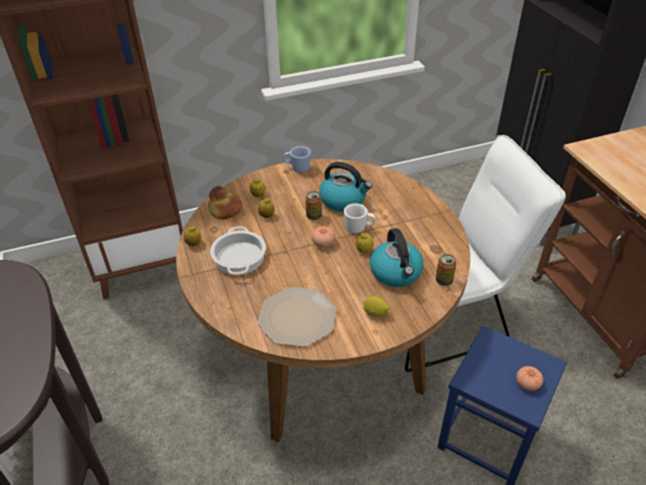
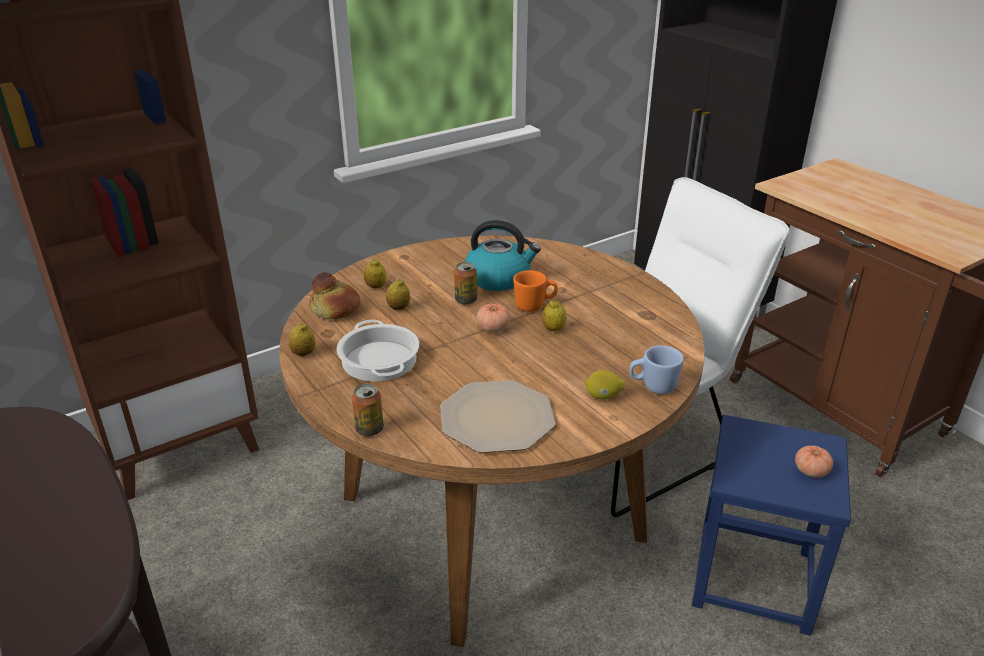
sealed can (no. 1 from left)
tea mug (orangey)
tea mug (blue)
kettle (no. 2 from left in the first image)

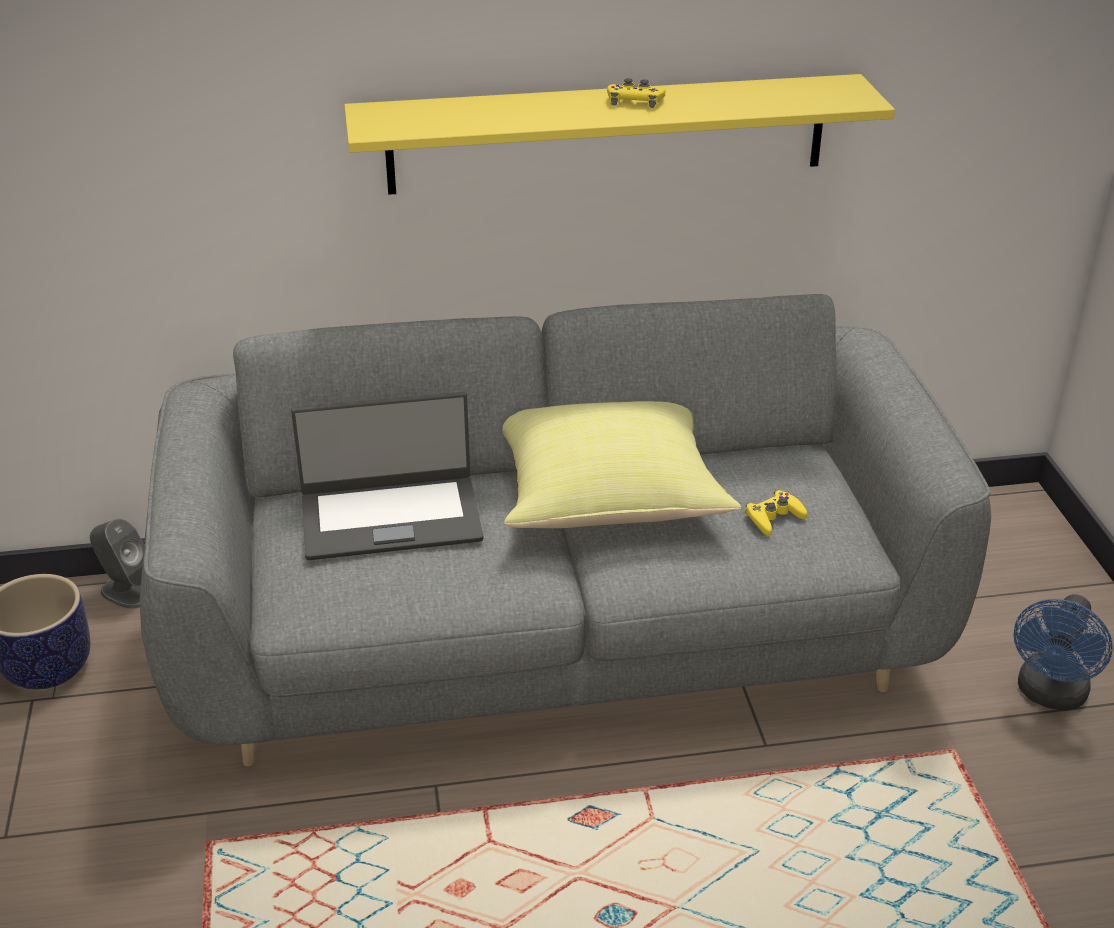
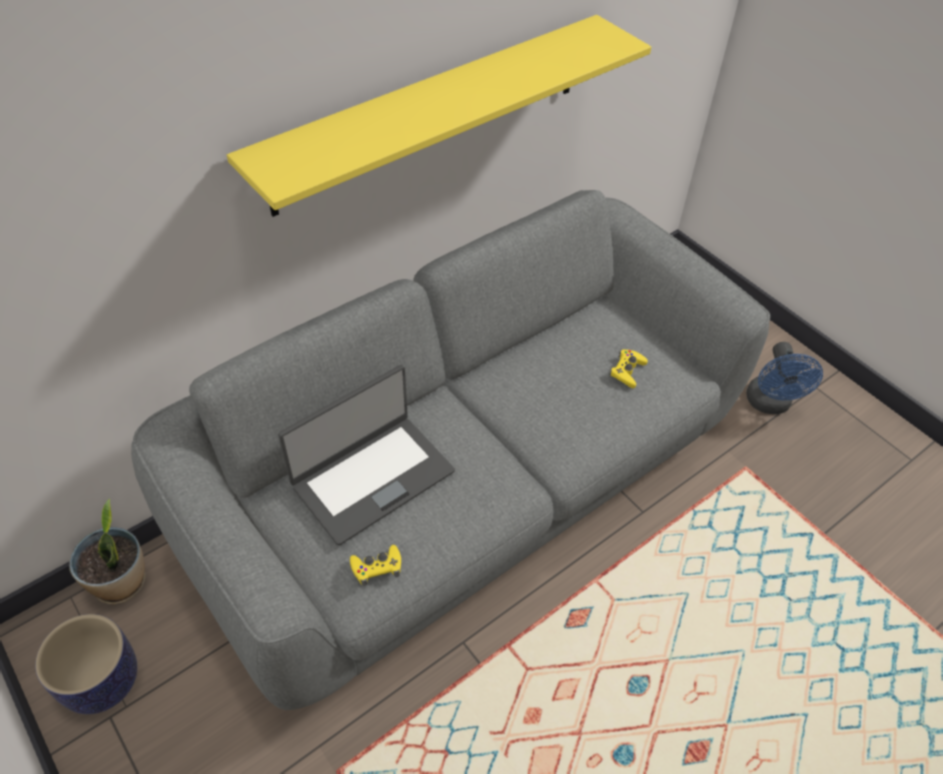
plant in a pot
gamepad (yellow) (no. 1 from left)
pillow (yellow)

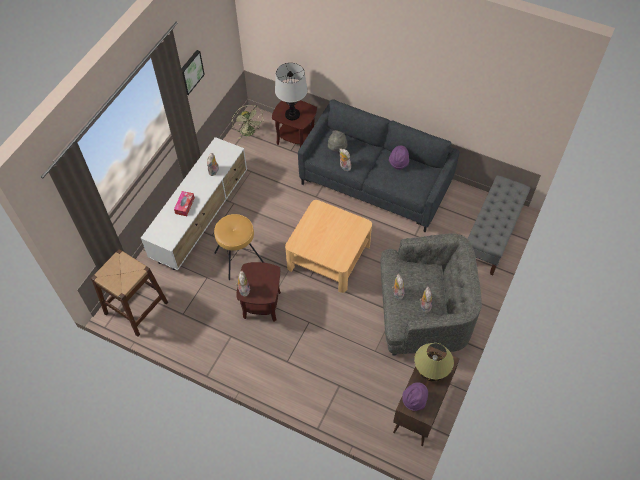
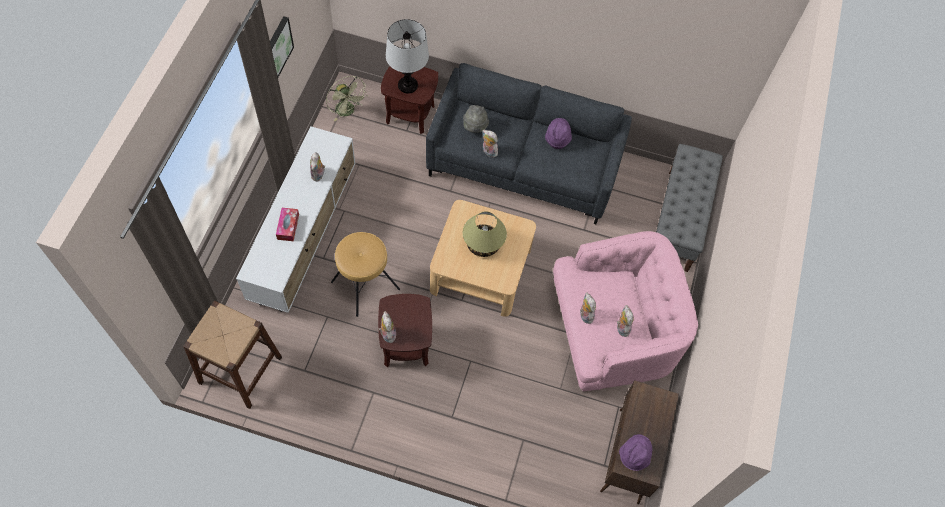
table lamp (no. 2 from left)
armchair (pinkish)

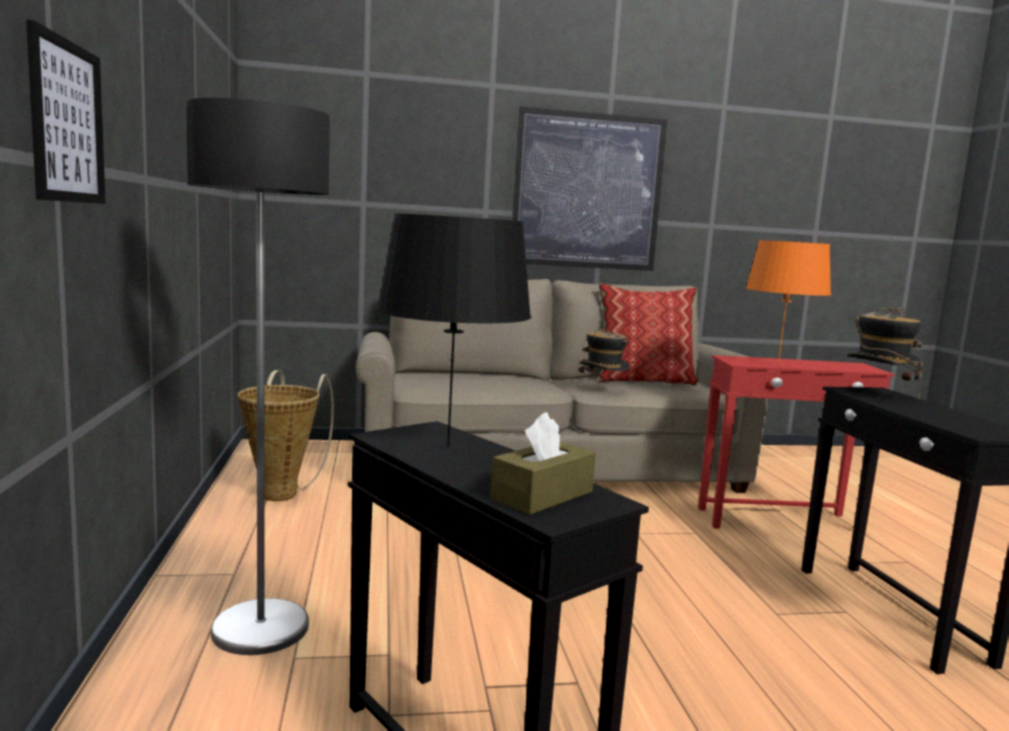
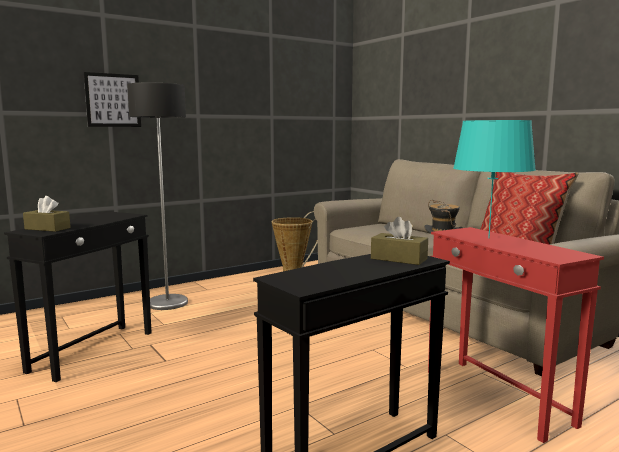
tissue box (brown) (no. 2 from left)
table lamp (turquoise)
table lamp (black-coloured)
wall picture (no. 2 from left in the first image)

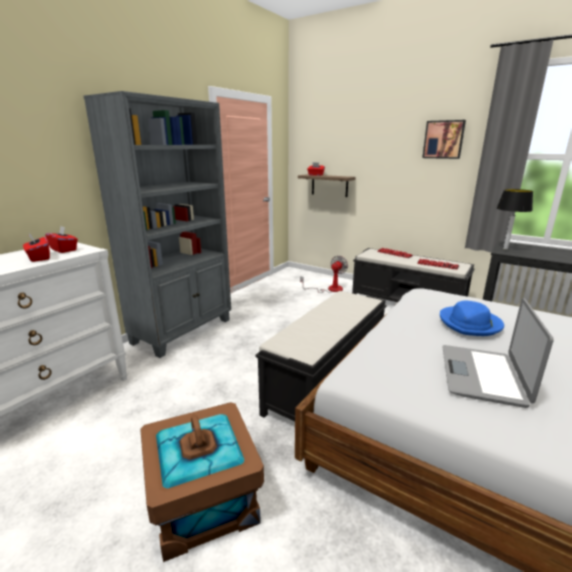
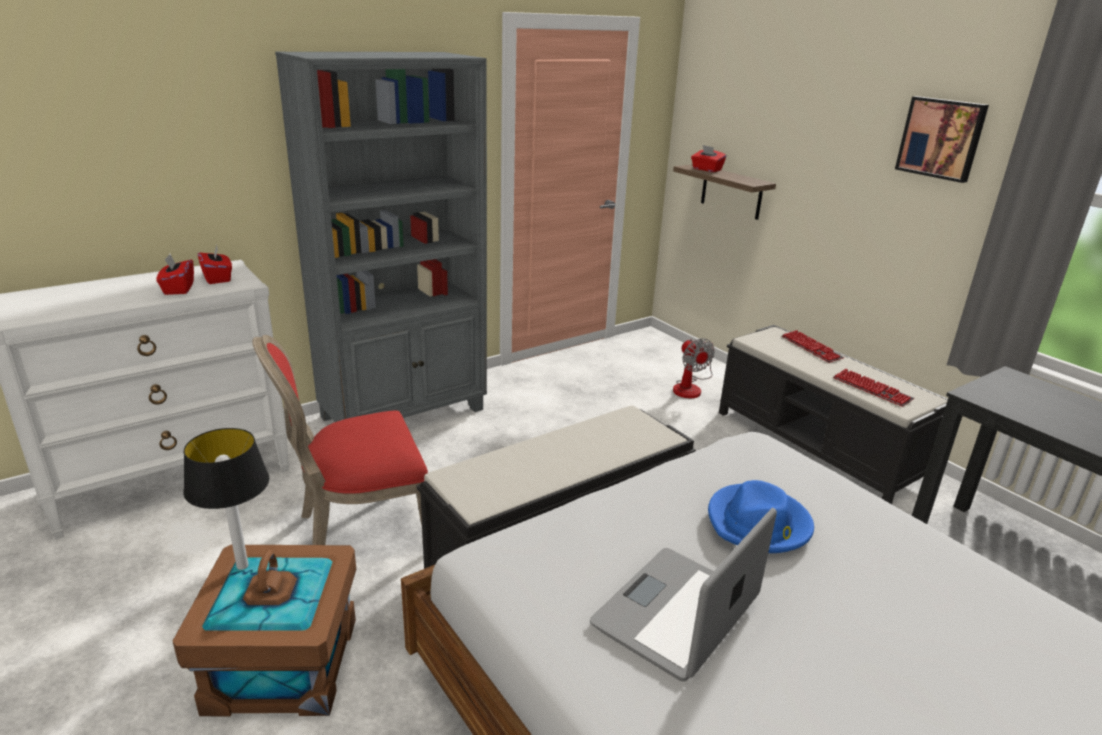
table lamp
chair (red-coloured)
fan

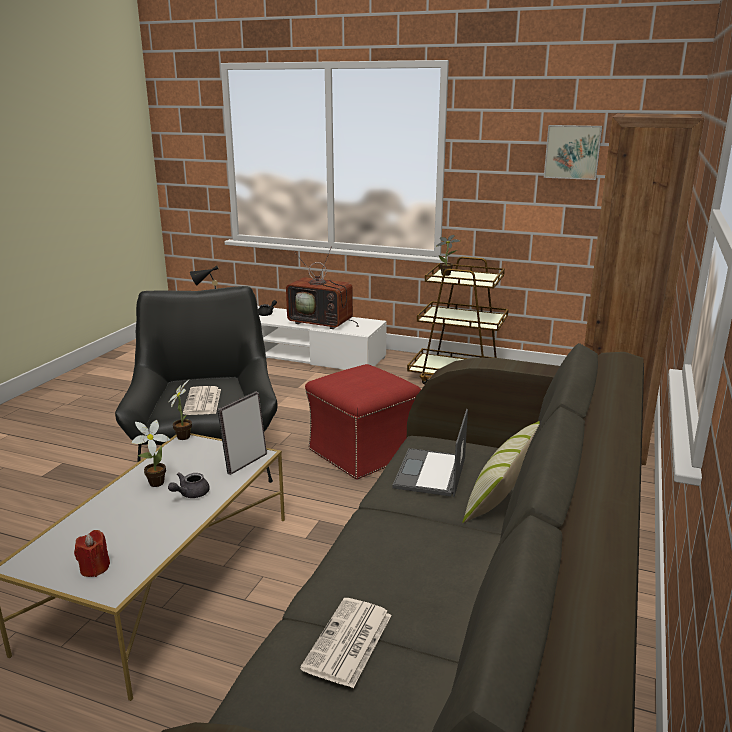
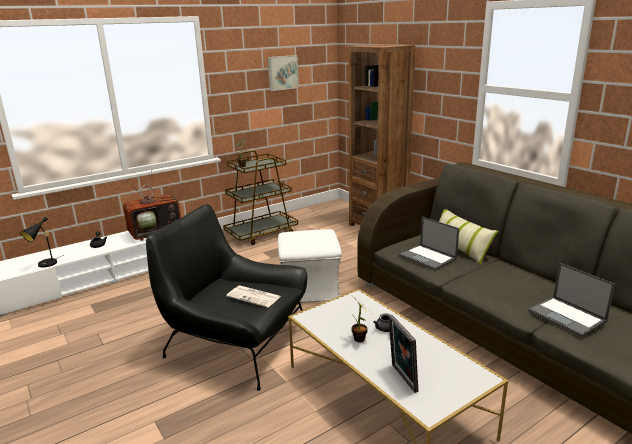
footrest (white-coloured)
picture frame
notebook computer (no. 2 from left)
wax candle (red-coloured)
plant in a pot (no. 2 from left in the first image)

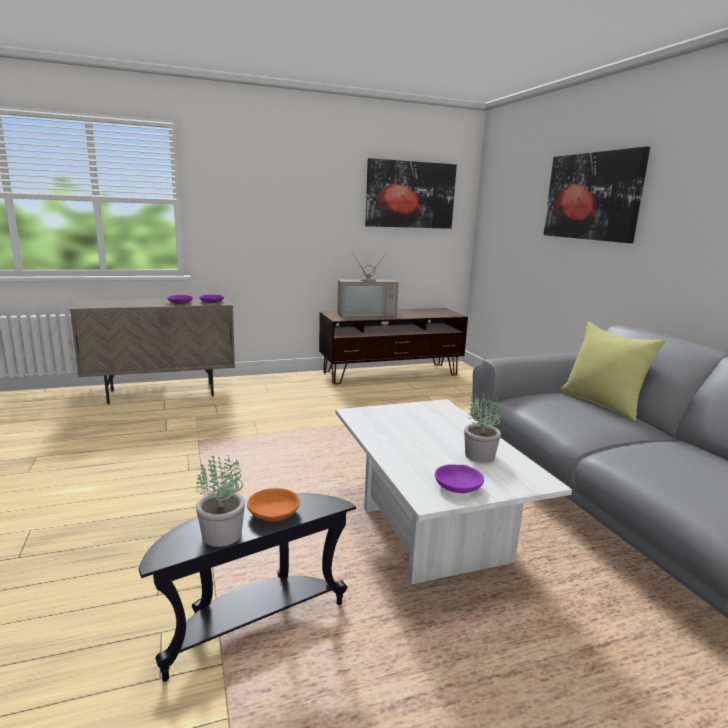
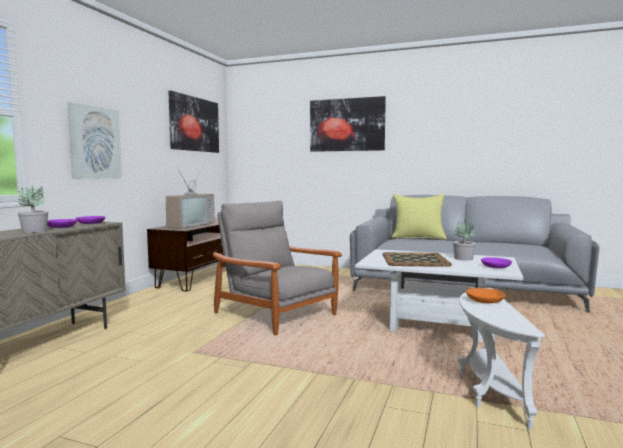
plant in a pot (no. 1 from left)
wall picture (no. 1 from left)
armchair (grey)
serving tray
accent table (white-coloured)

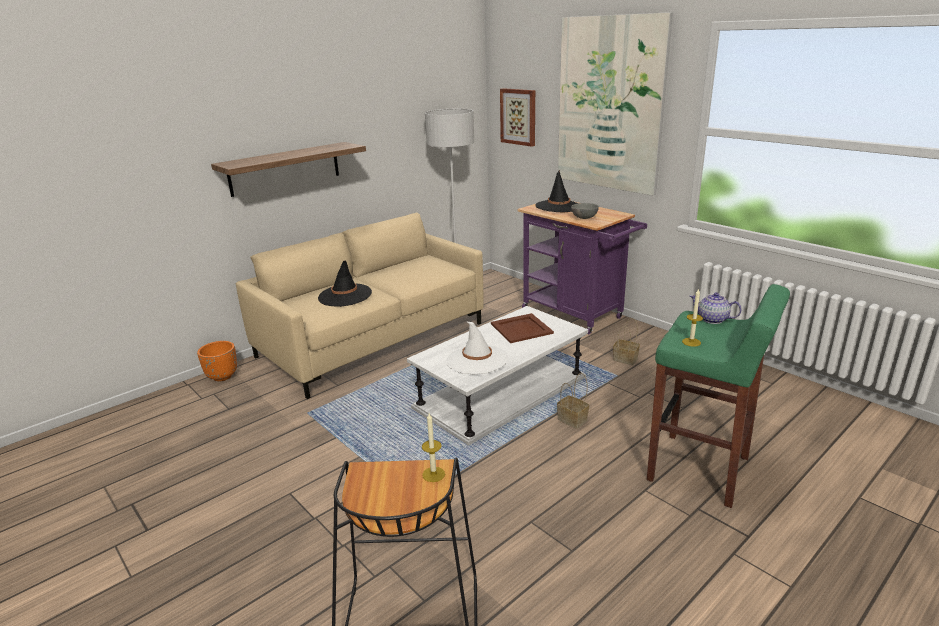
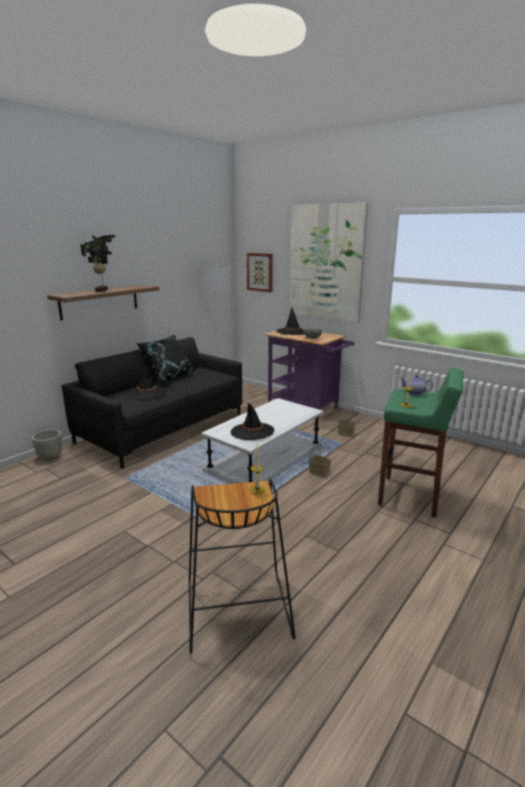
plant pot (grey)
couch (black-coloured)
plant in a pot
pillow (black-coloured)
clothing hat (black-coloured) (no. 2 from left)
serving tray (brown)

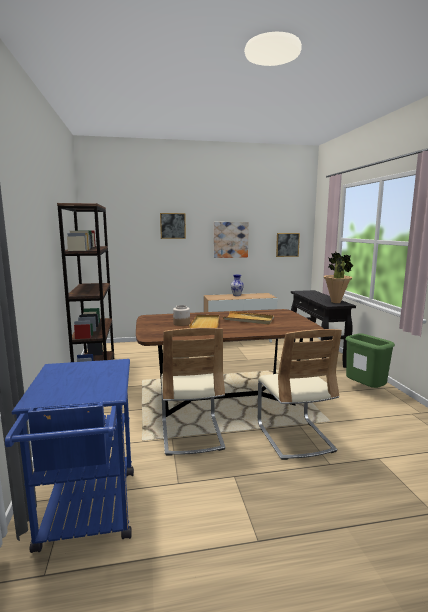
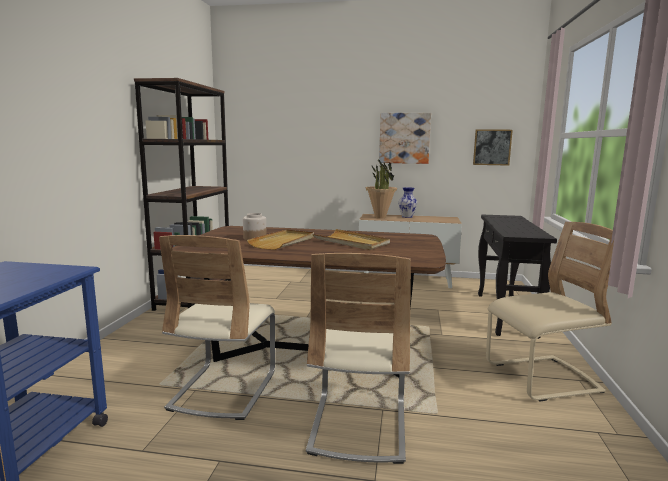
plant in a pot
chair (sand-coloured) (no. 3 from left)
wall picture (no. 1 from left in the first image)

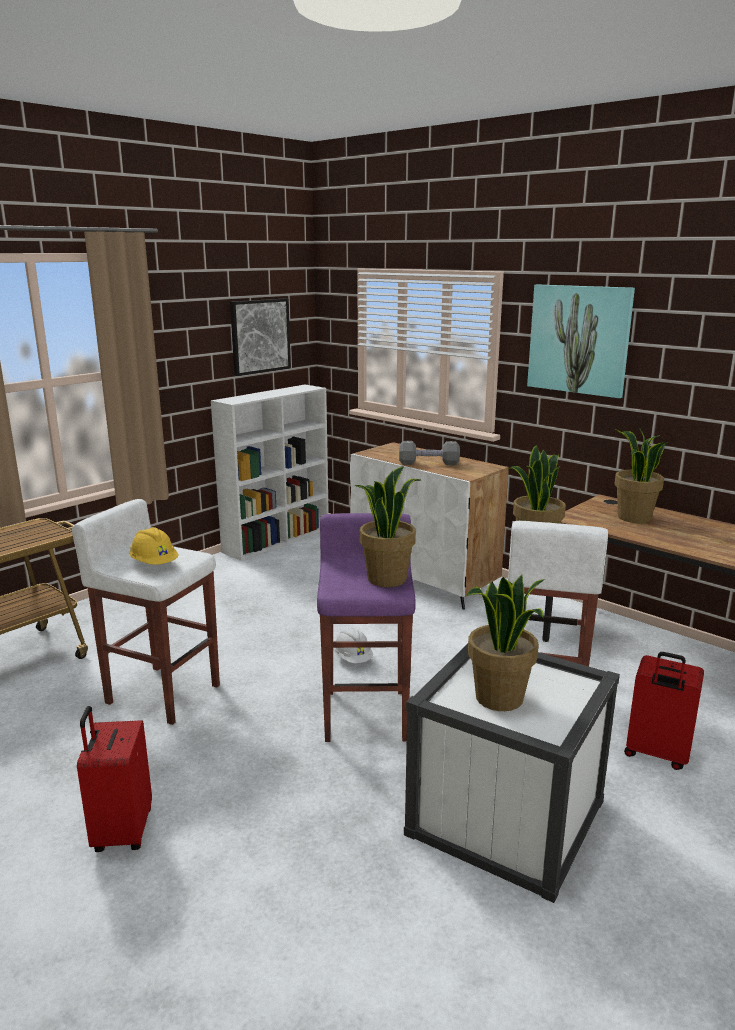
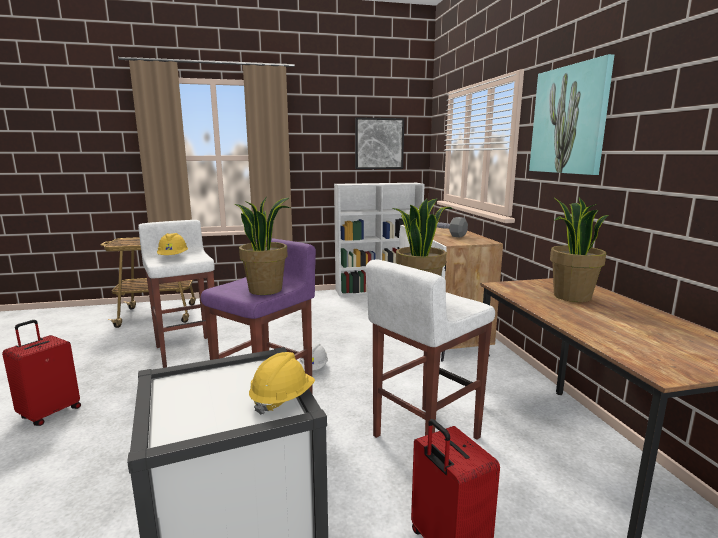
safety helmet (yellow) (no. 2 from left)
plant in a pot (no. 2 from left in the first image)

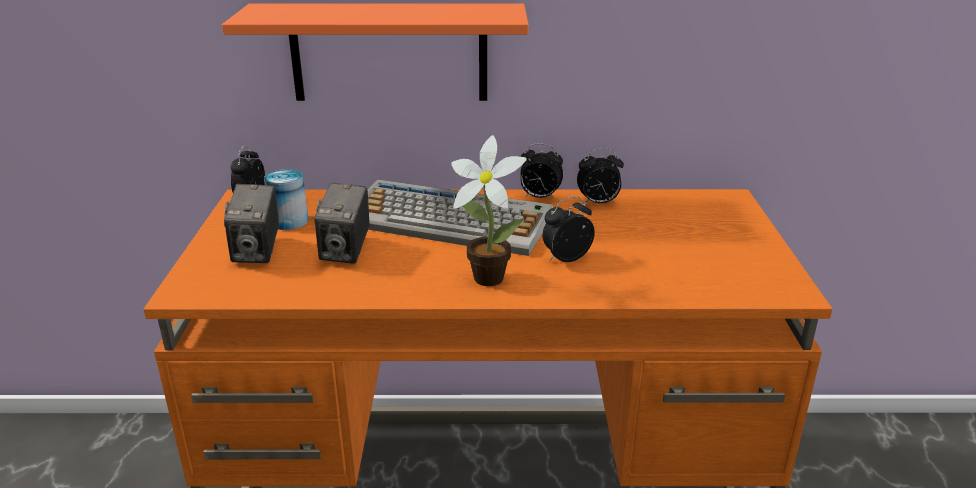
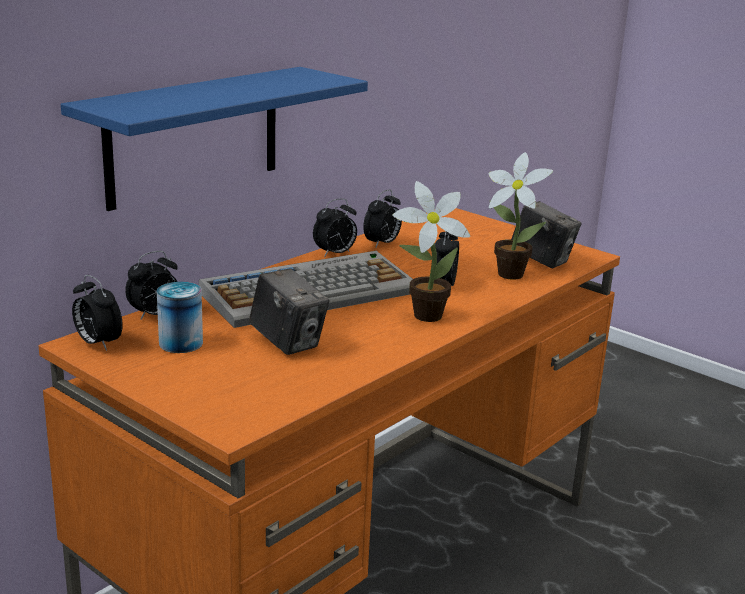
shelf (blue)
alarm clock (no. 2 from left)
plant in a pot (no. 2 from left)
photo camera (no. 2 from left)

